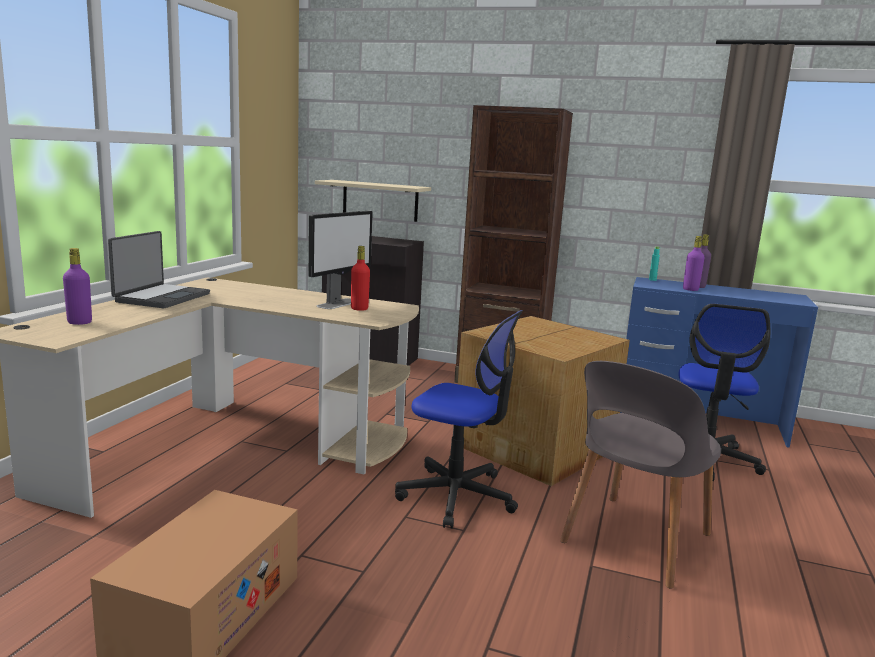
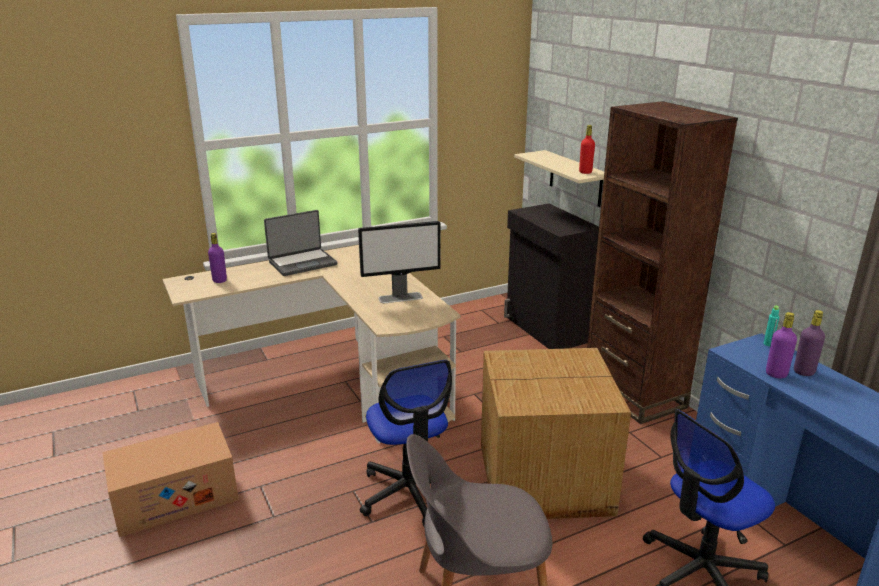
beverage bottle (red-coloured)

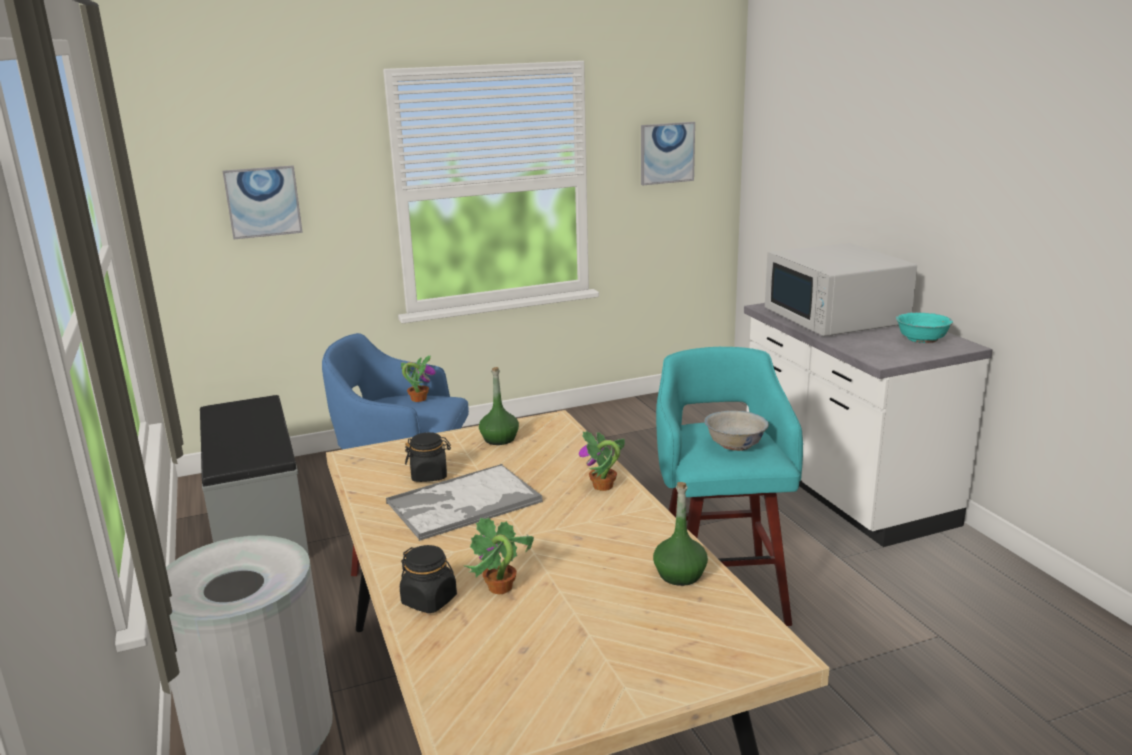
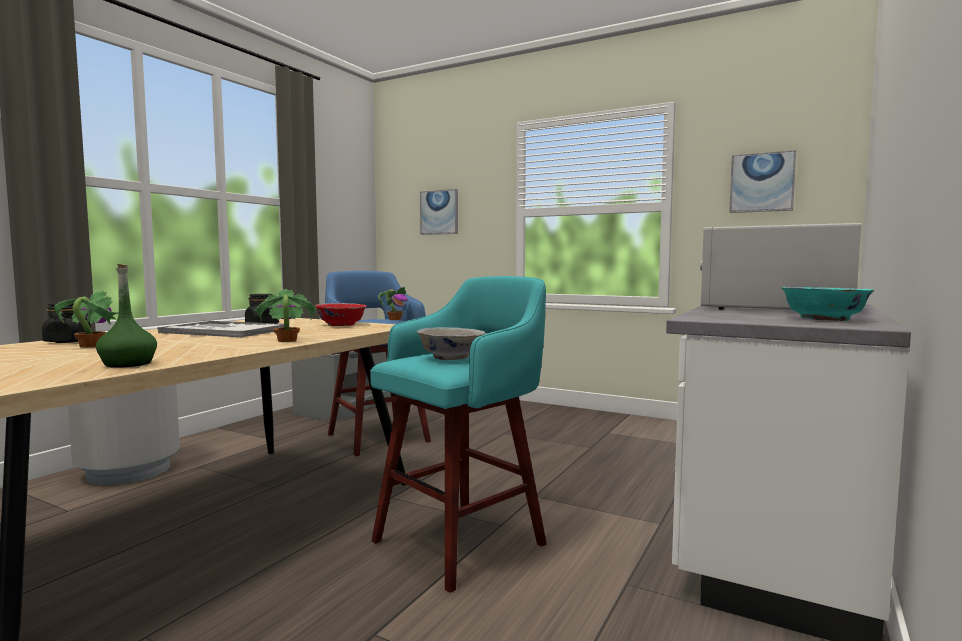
serving bowl (red-coloured)

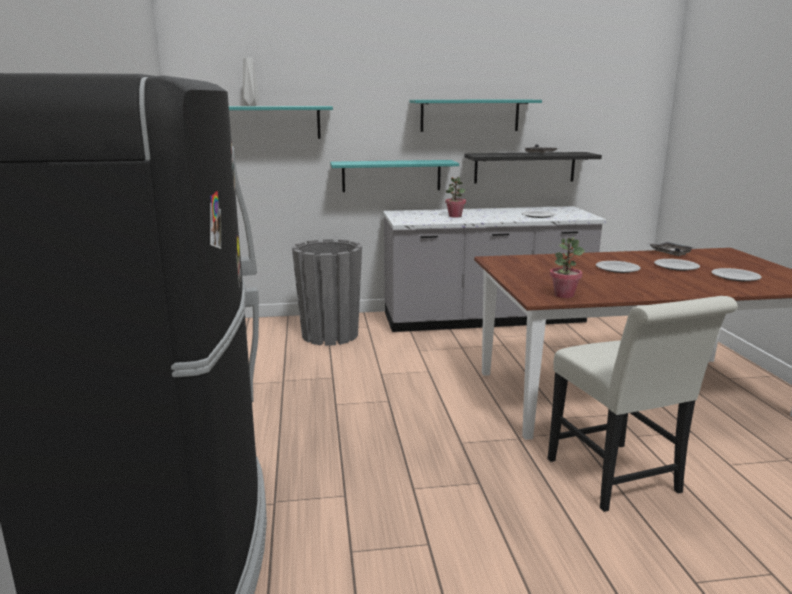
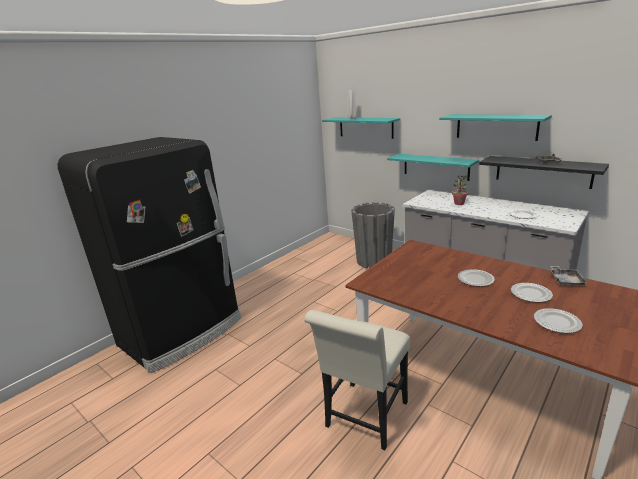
plant in a pot (no. 2 from left in the first image)

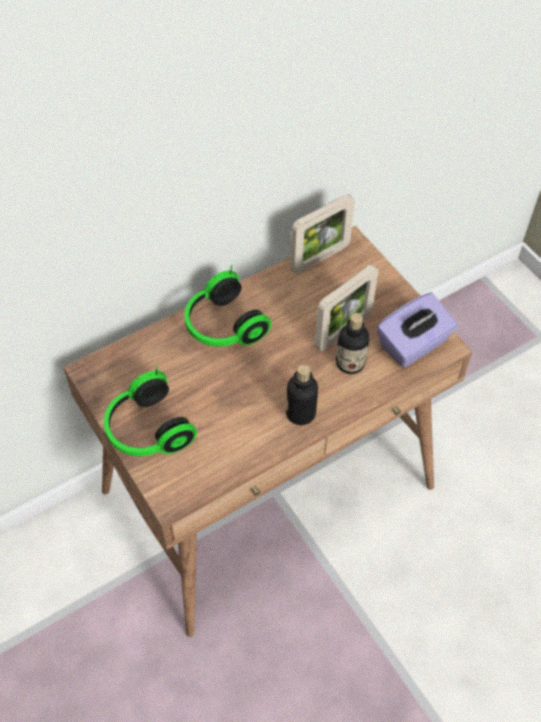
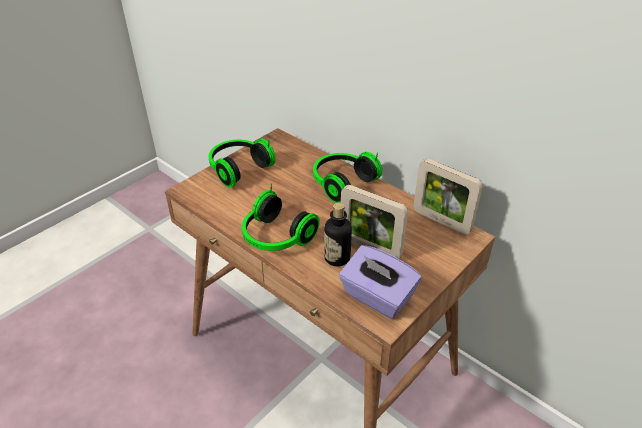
headphones (no. 2 from left)

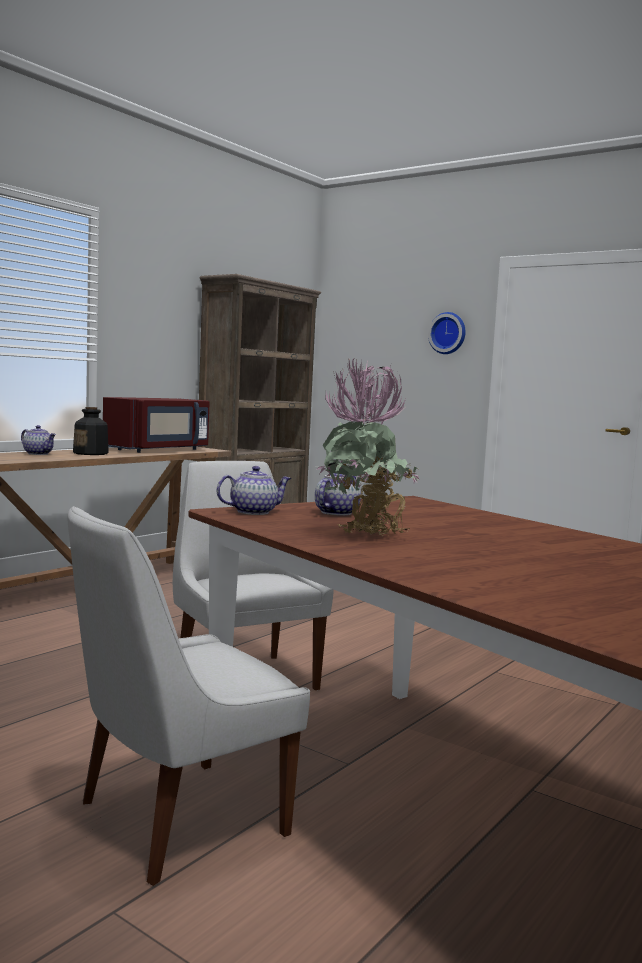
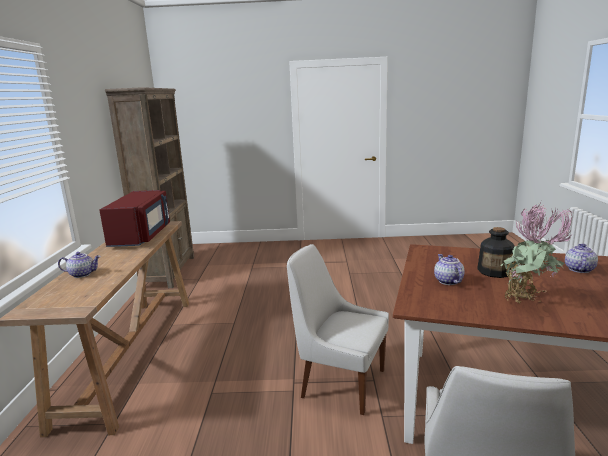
beverage bottle
tea pot (no. 3 from left)
wall clock

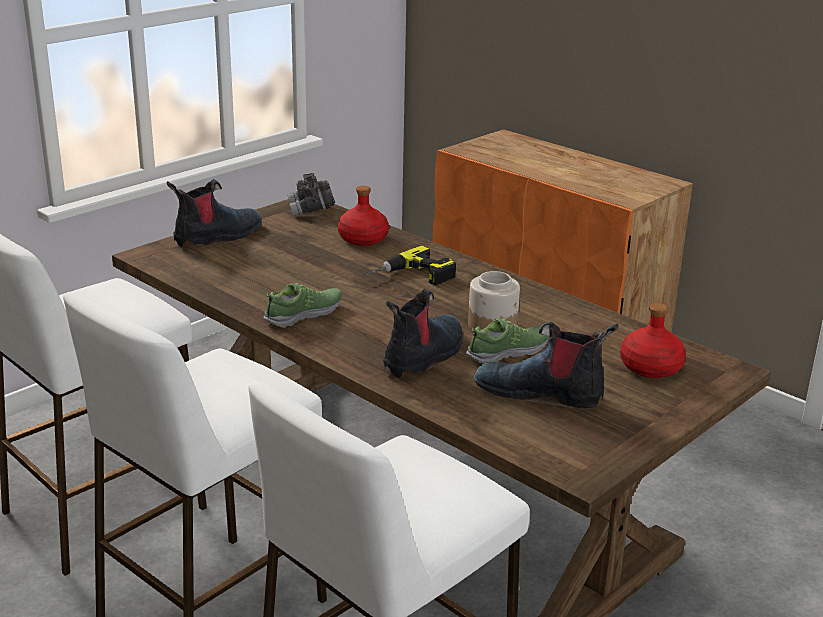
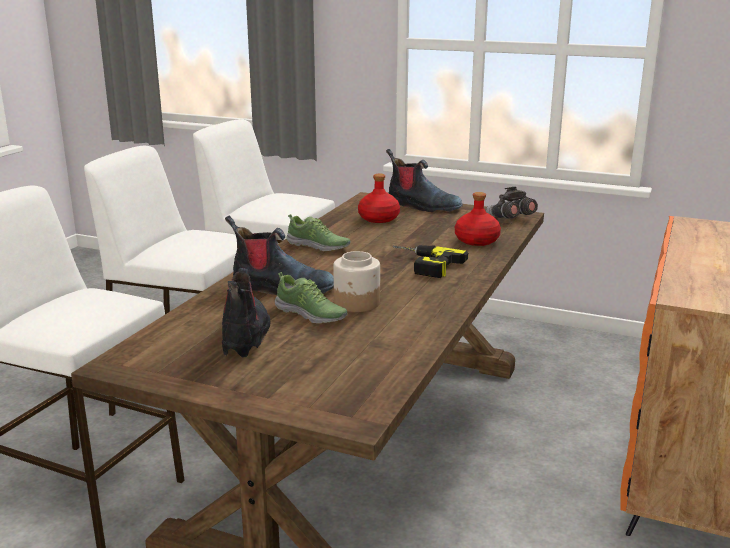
beverage bottle (red-coloured) (no. 1 from left)

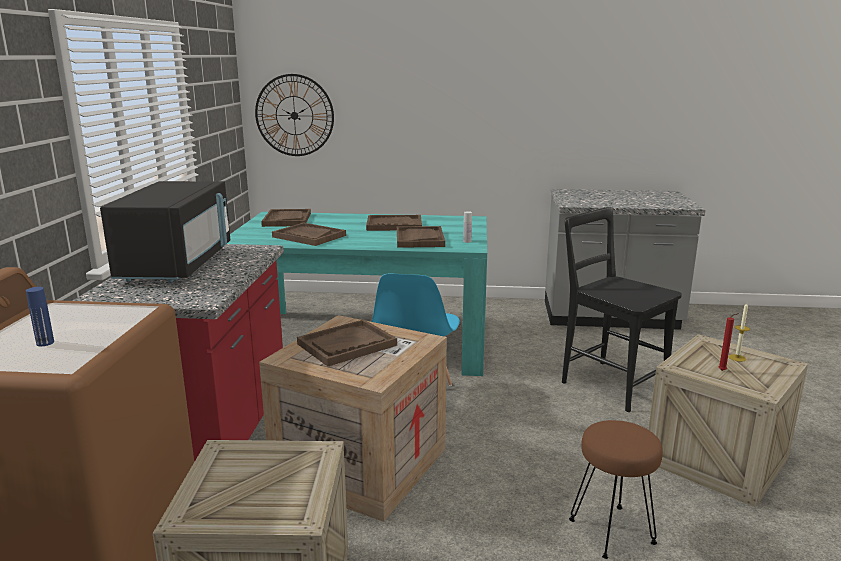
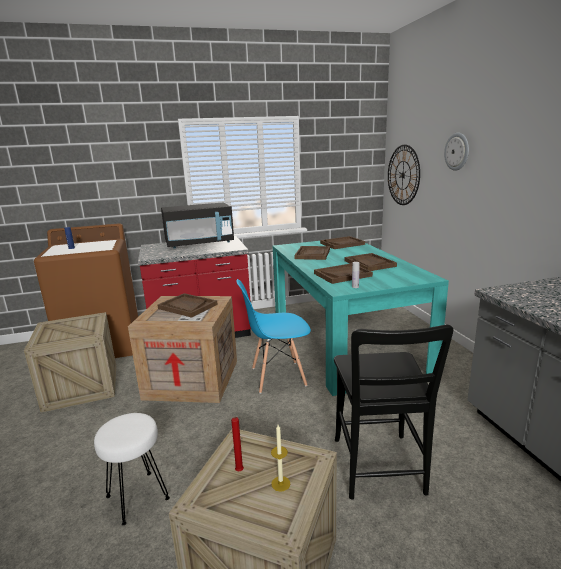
sitting stool (white-coloured)
chair (black-coloured)
wall clock (no. 2 from left)

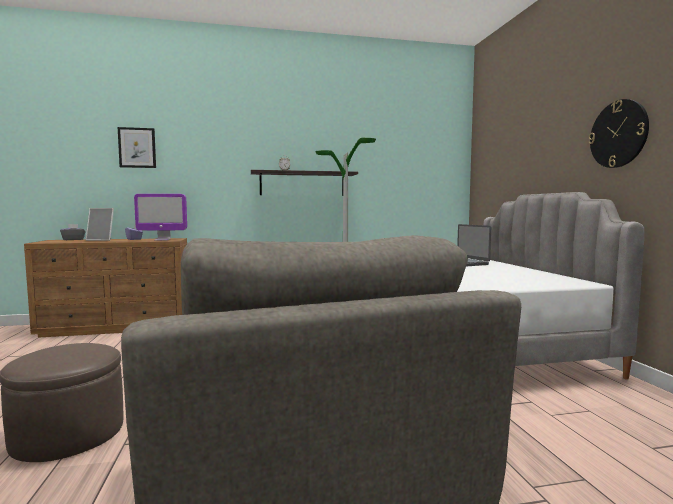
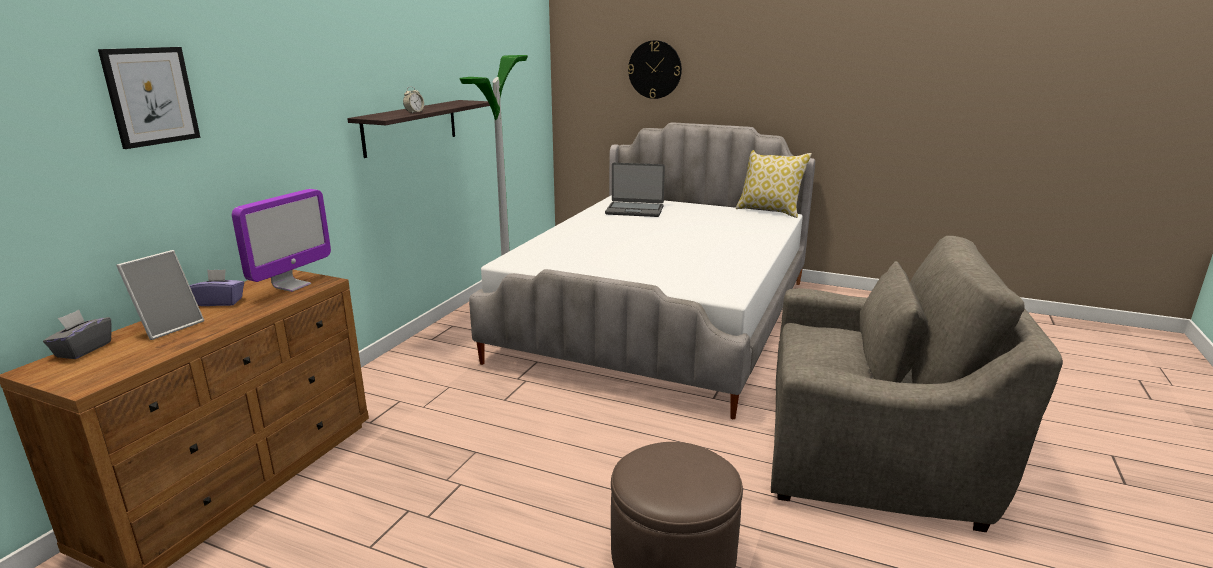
wall clock
pillow

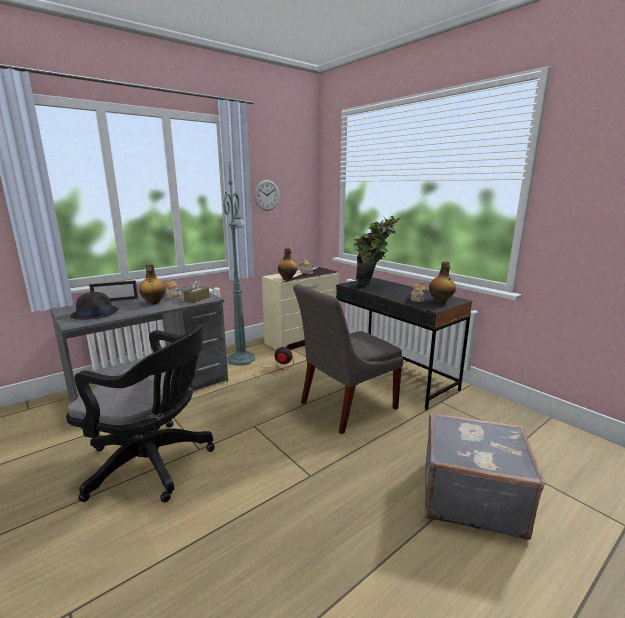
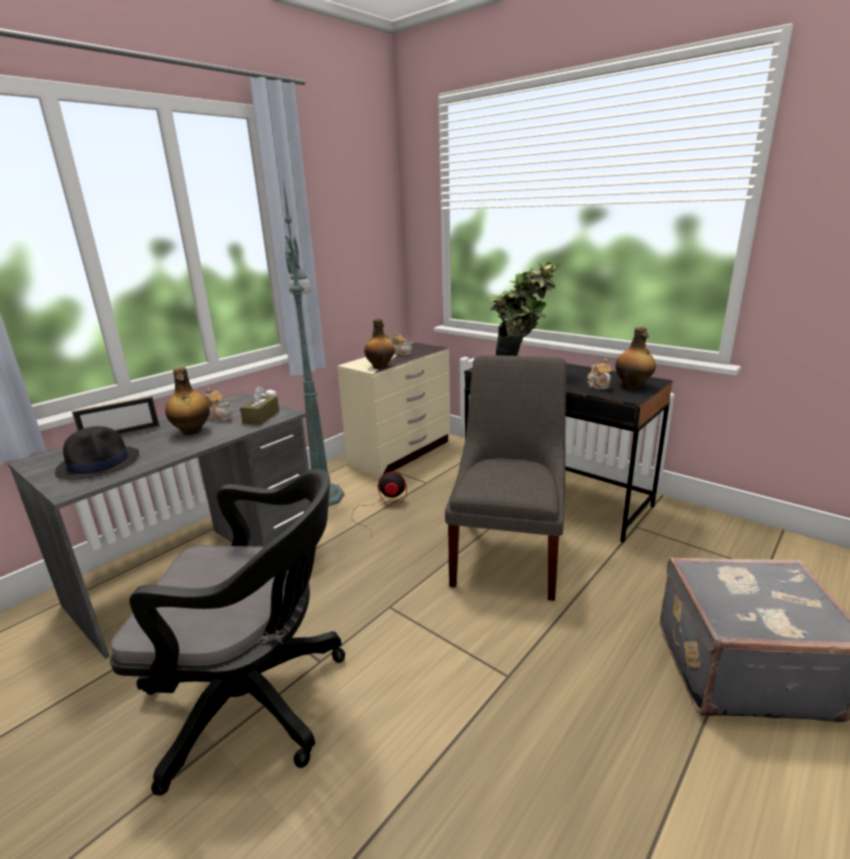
chair (grey)
wall clock

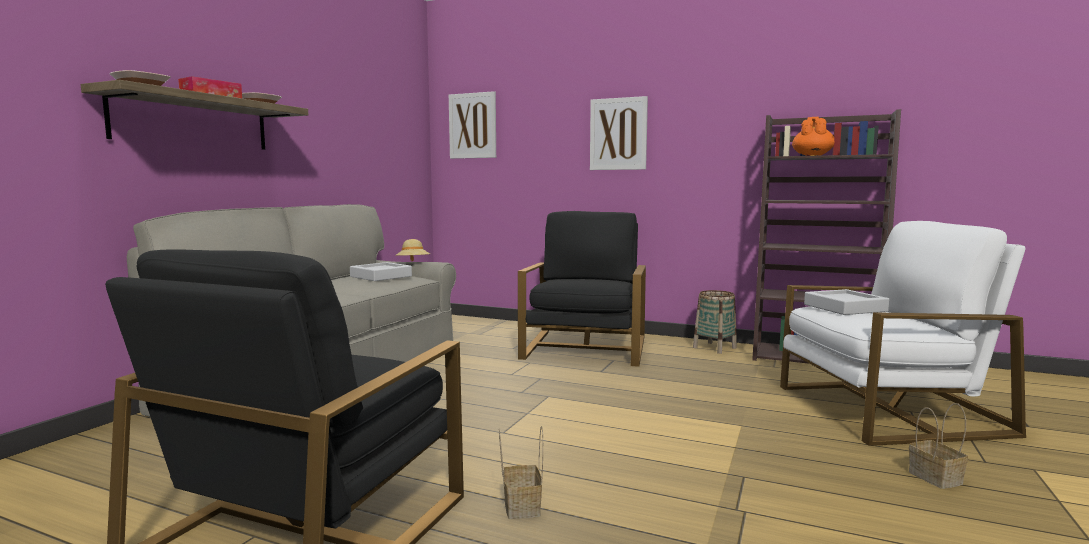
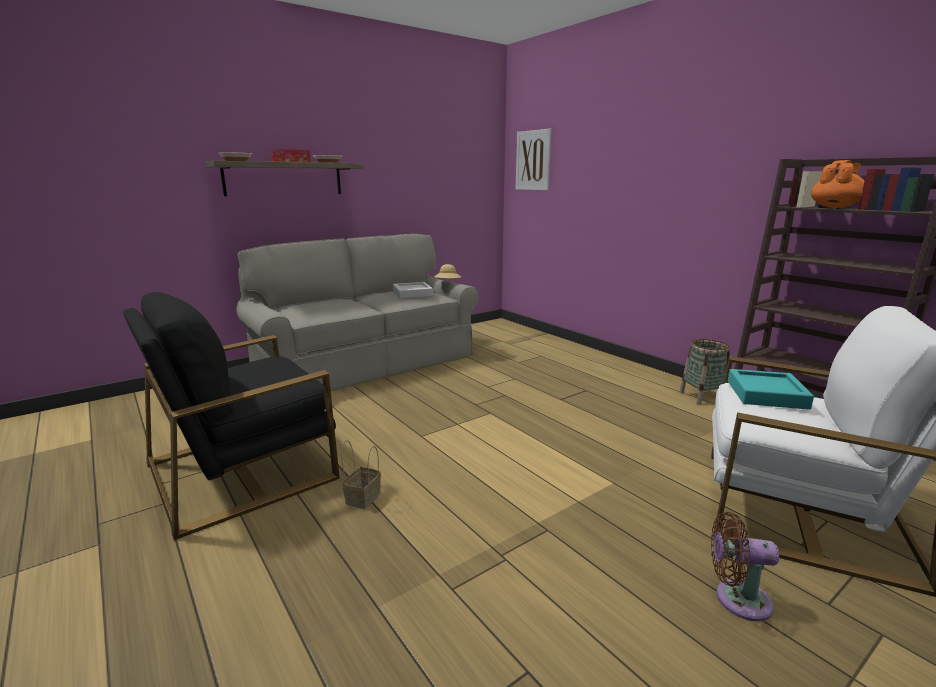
fan (brown)
serving tray (turquoise)
armchair (black-coloured) (no. 2 from left in the first image)
wall picture (no. 2 from left in the first image)

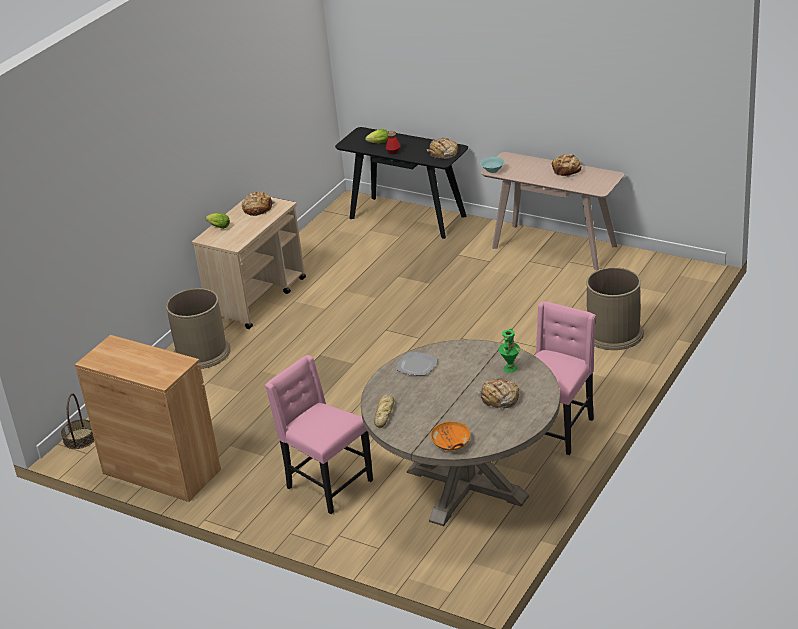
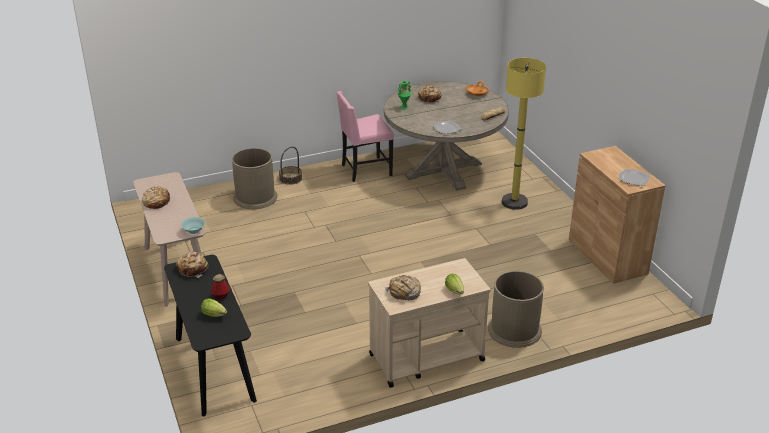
storage basket
standard lamp (yellow)
dinner plate (no. 2 from left)

